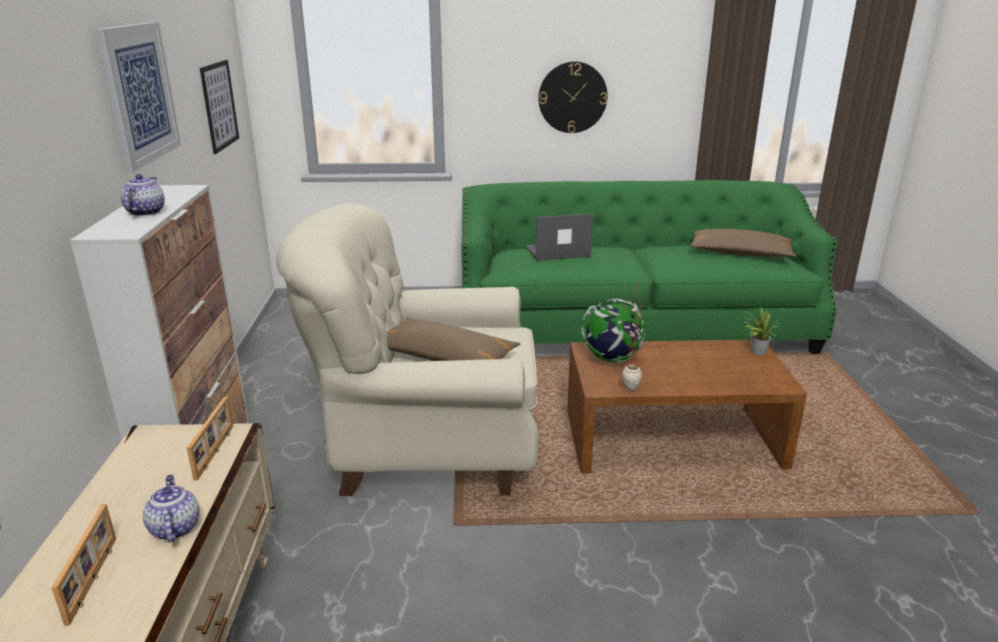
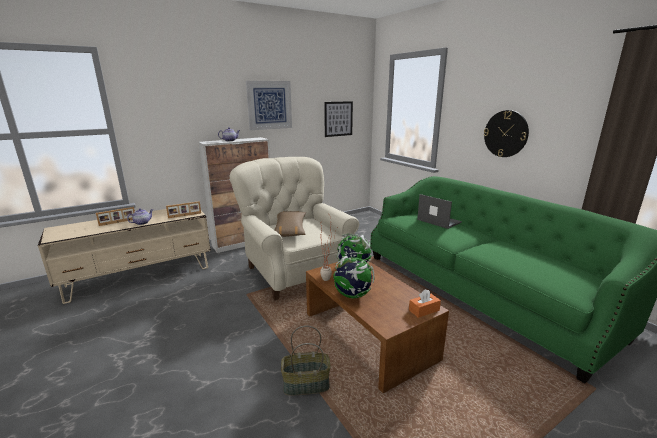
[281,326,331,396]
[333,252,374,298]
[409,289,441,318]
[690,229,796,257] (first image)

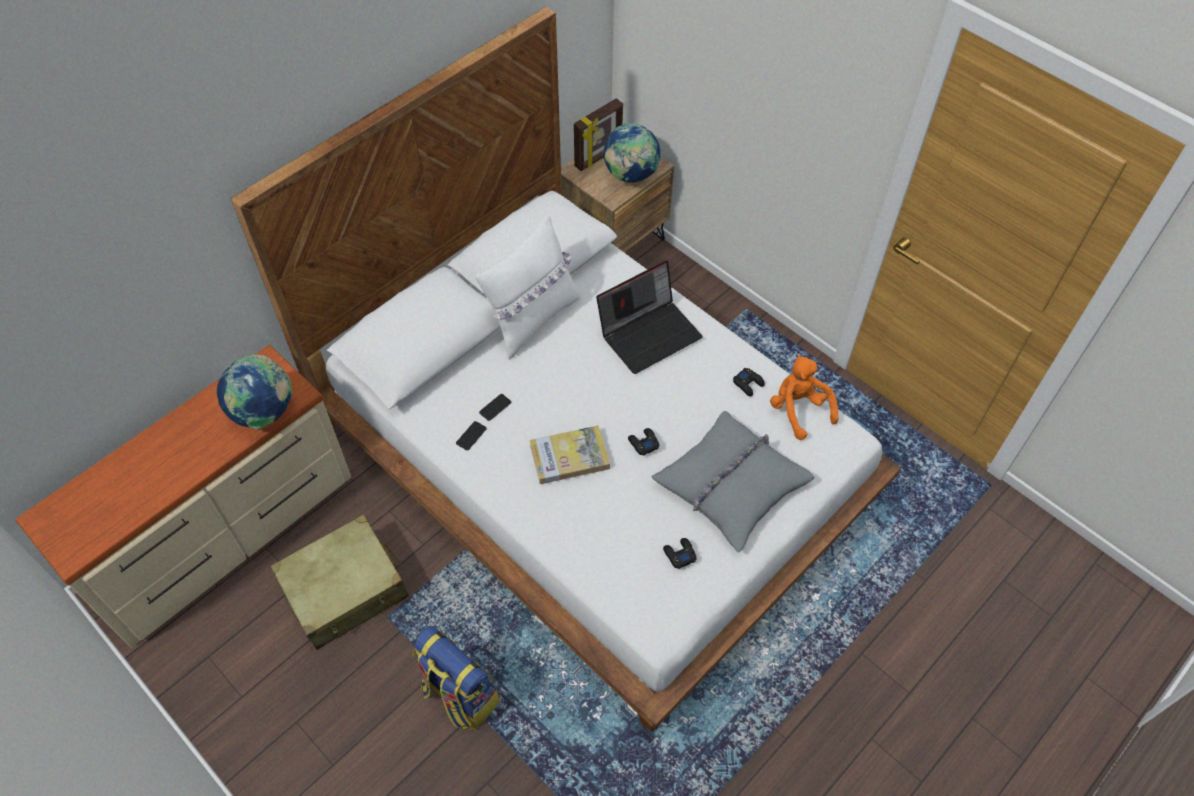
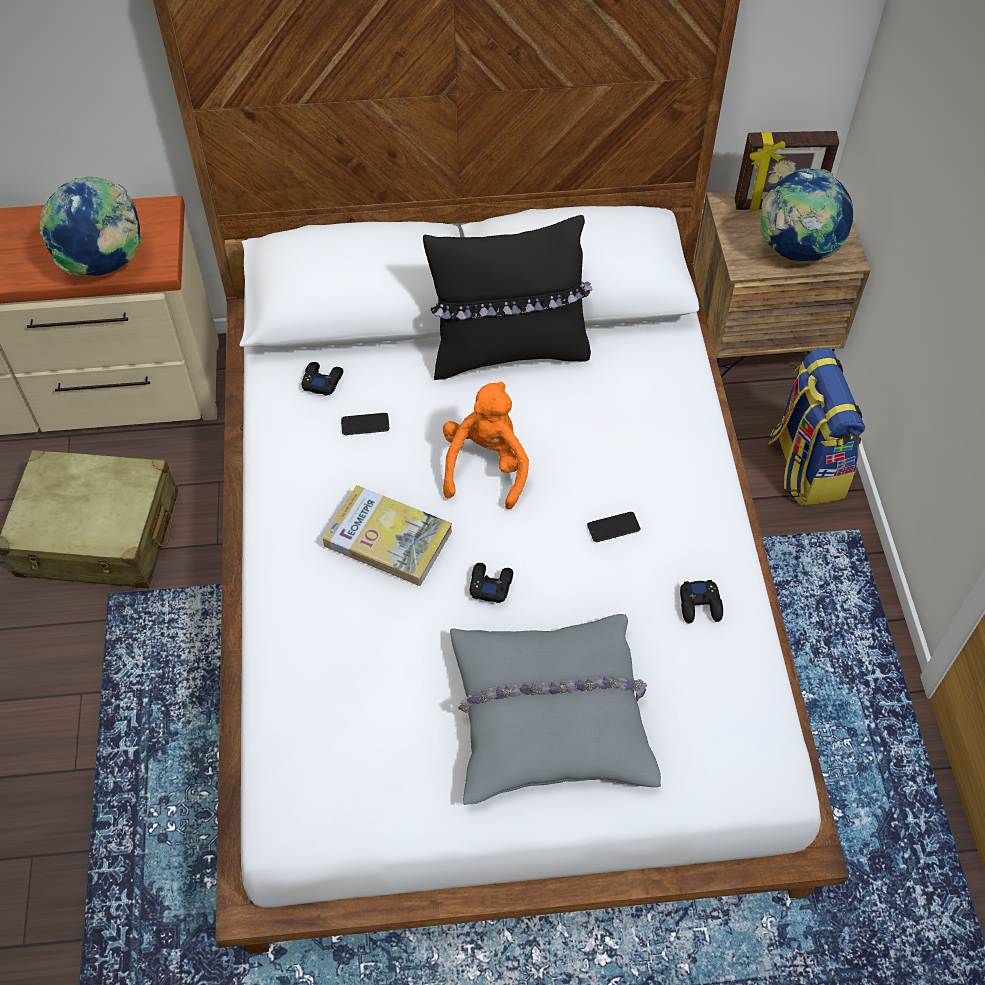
[302,362,343,396]
[423,215,592,380]
[443,381,529,510]
[587,512,640,542]
[768,348,865,506]
[596,261,703,374] (first image)

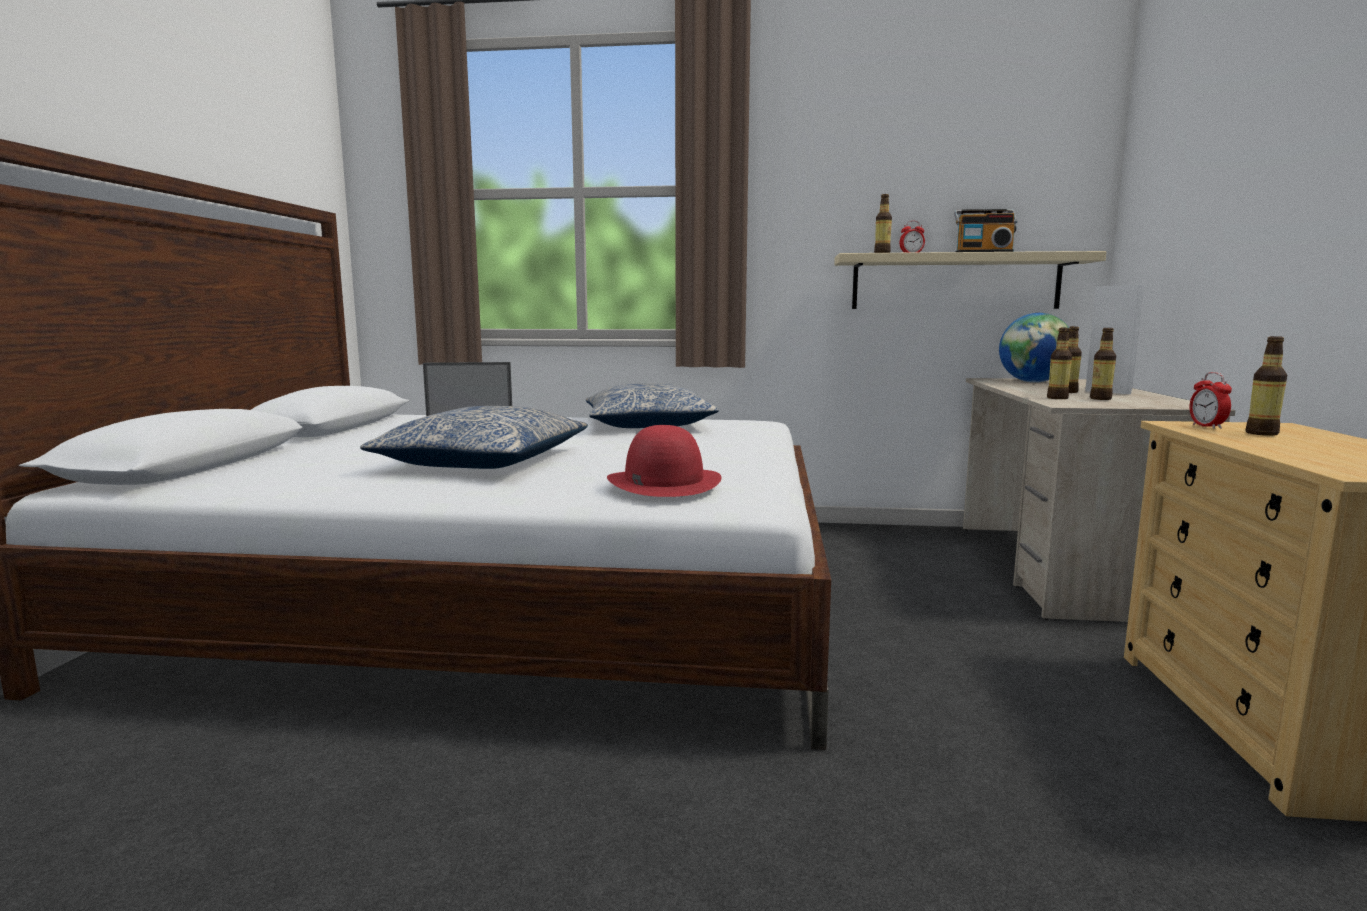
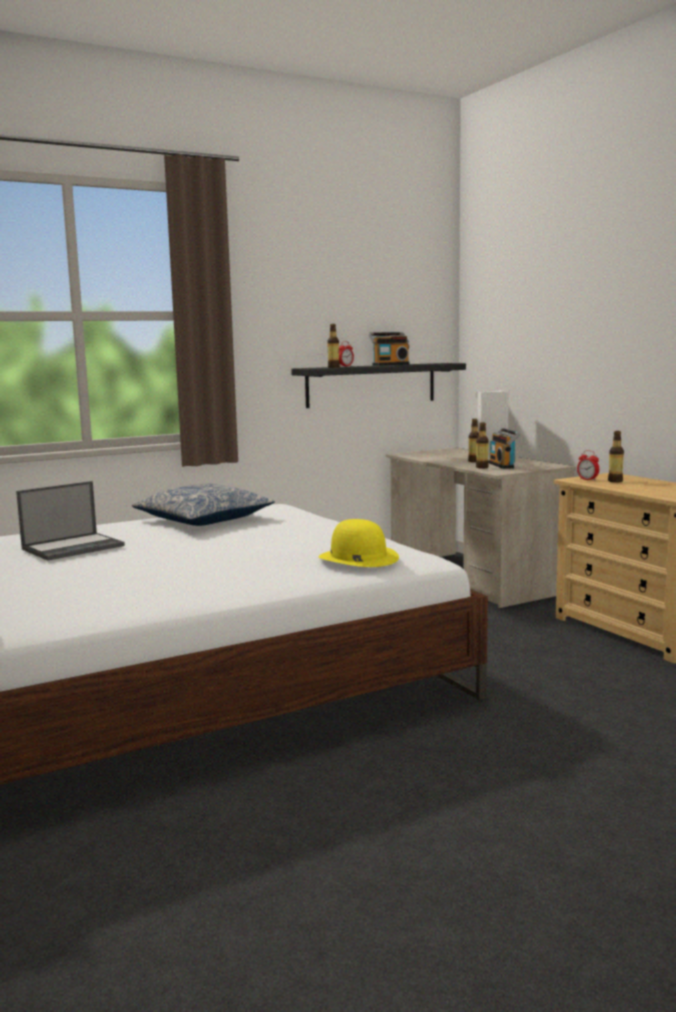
[291,363,466,408]
[318,519,399,567]
[488,428,520,469]
[360,406,588,469] (first image)
[999,313,1069,383] (first image)

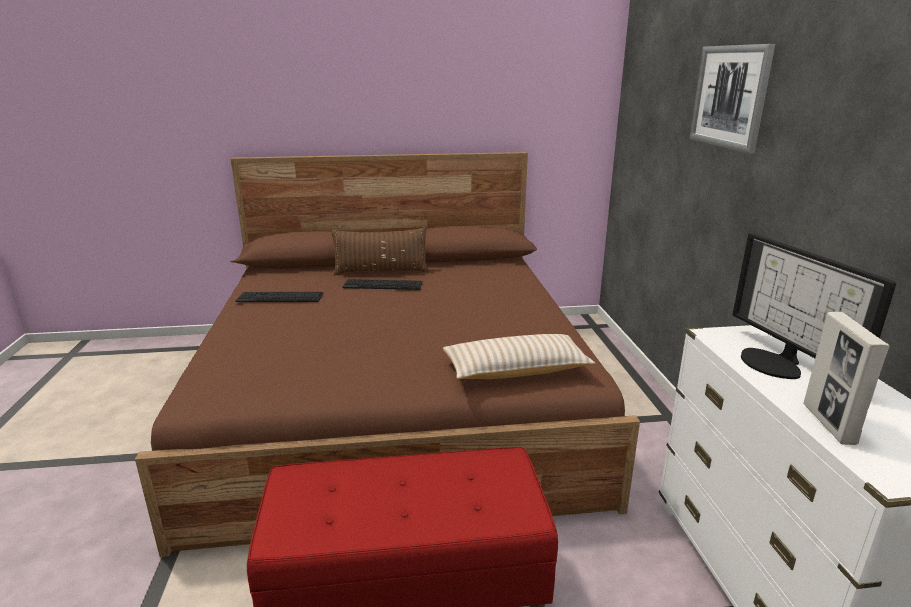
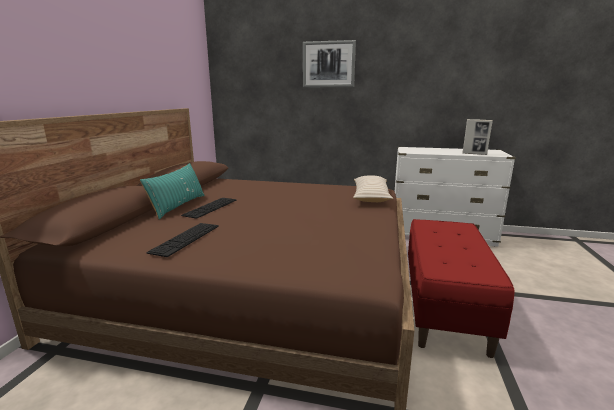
[140,163,205,219]
[732,233,896,379] (first image)

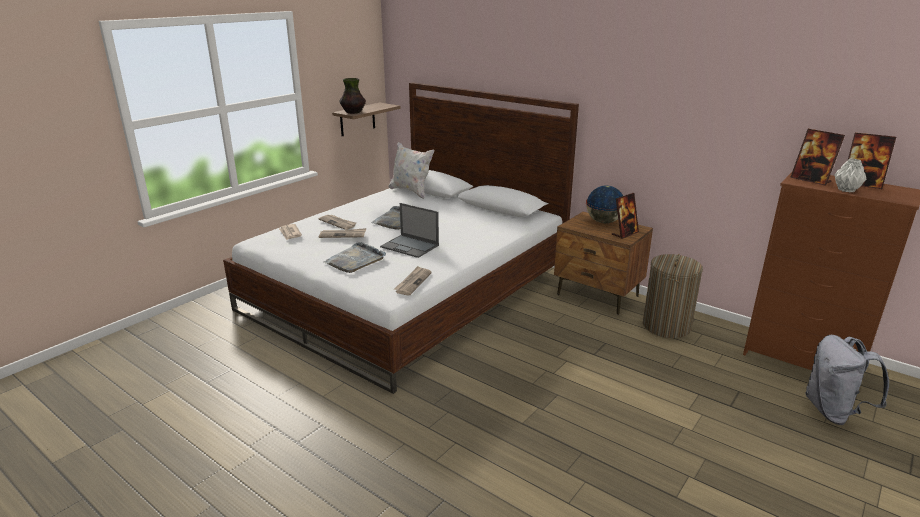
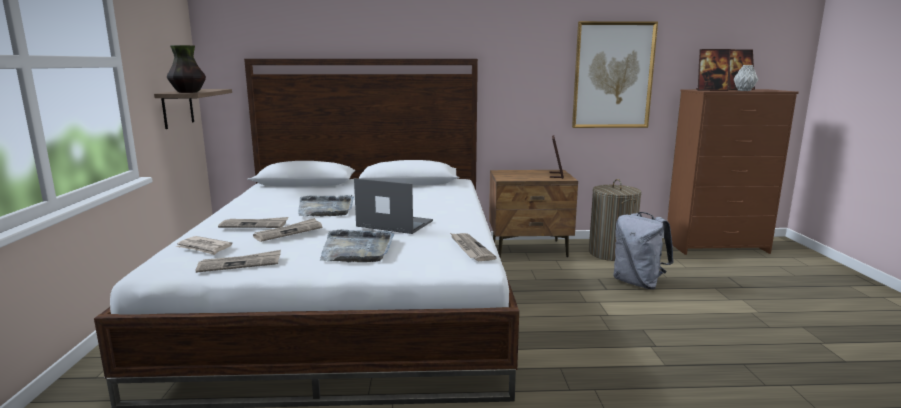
[196,250,281,273]
[354,178,433,234]
[572,21,658,128]
[613,212,674,289]
[388,142,434,199] (first image)
[586,185,623,223] (first image)

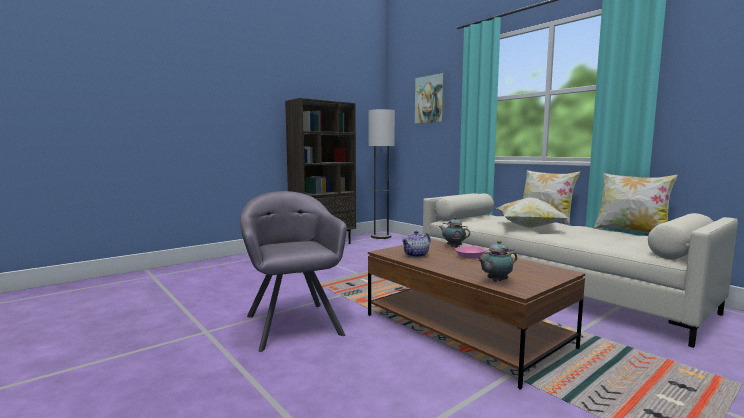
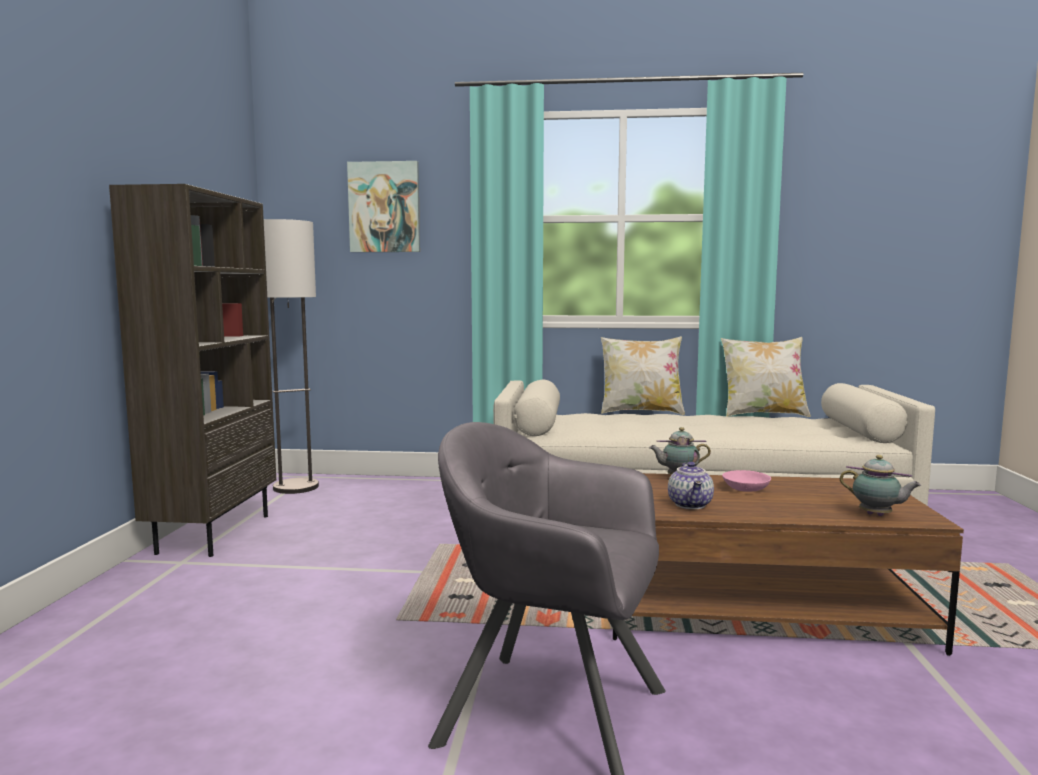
[840,455,921,516]
[497,197,568,228] (first image)

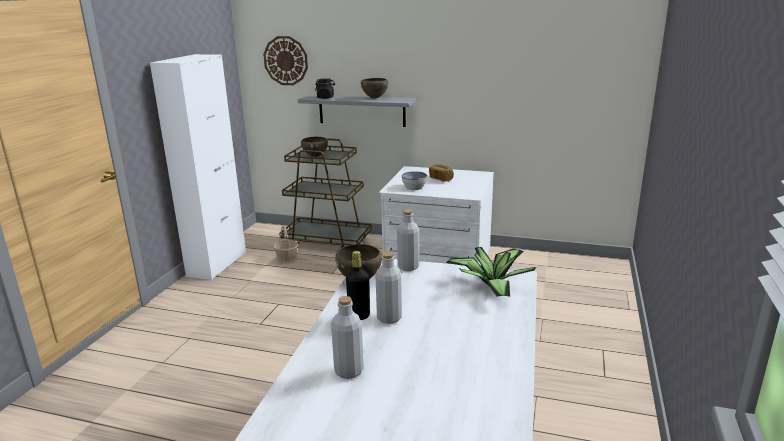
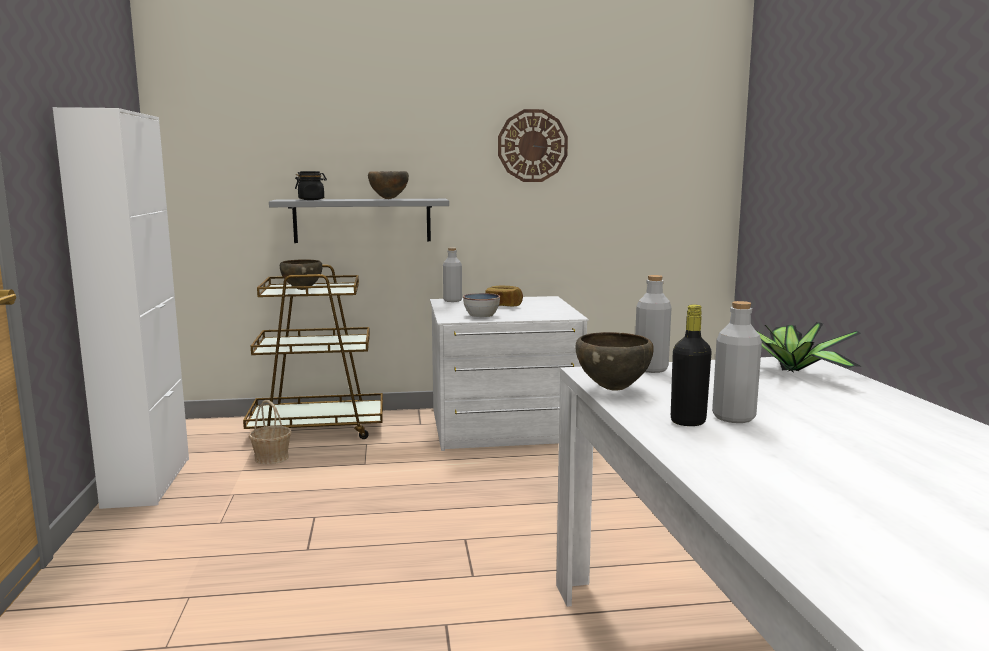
[443,248,462,302]
[498,109,568,182]

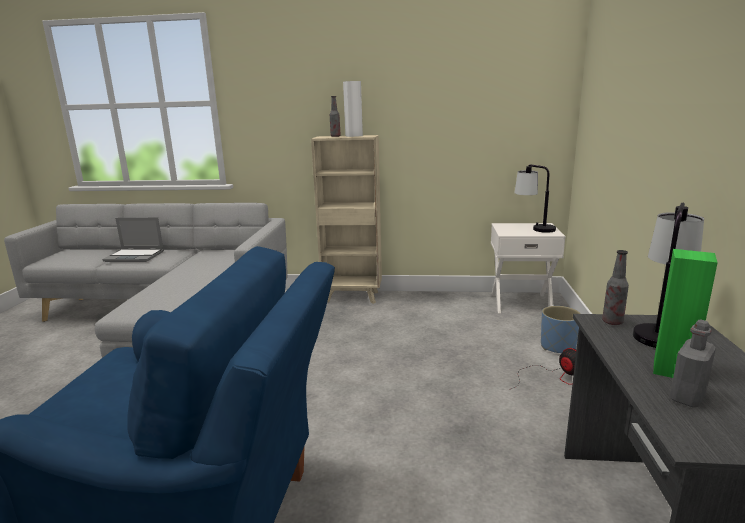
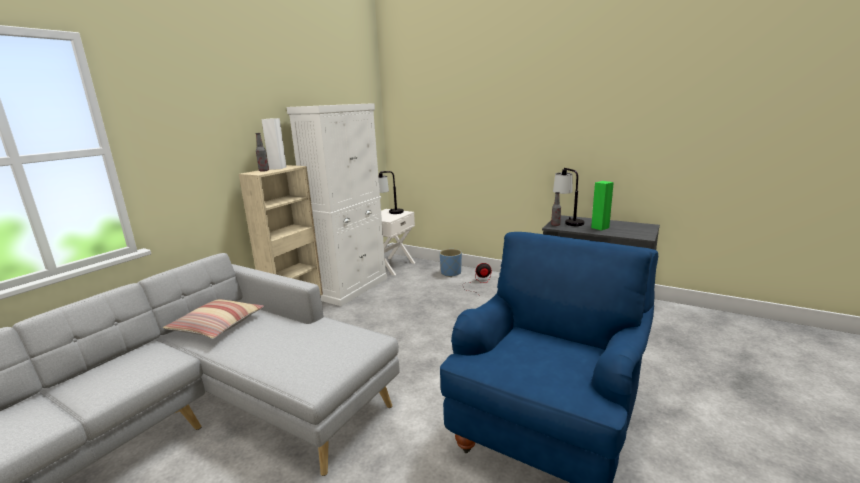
[163,299,264,339]
[286,103,387,306]
[102,217,164,262] (first image)
[670,320,716,408] (first image)

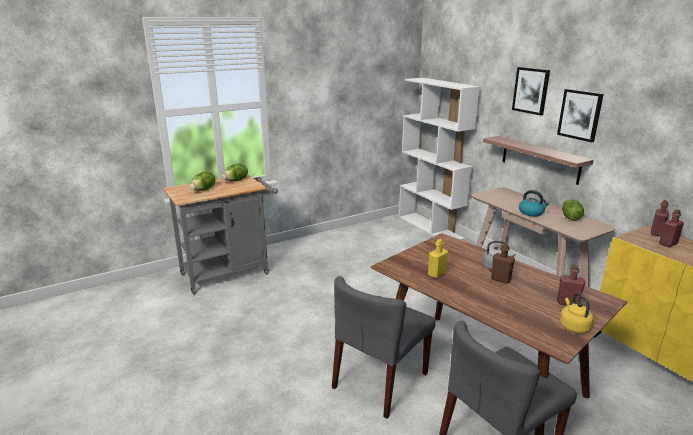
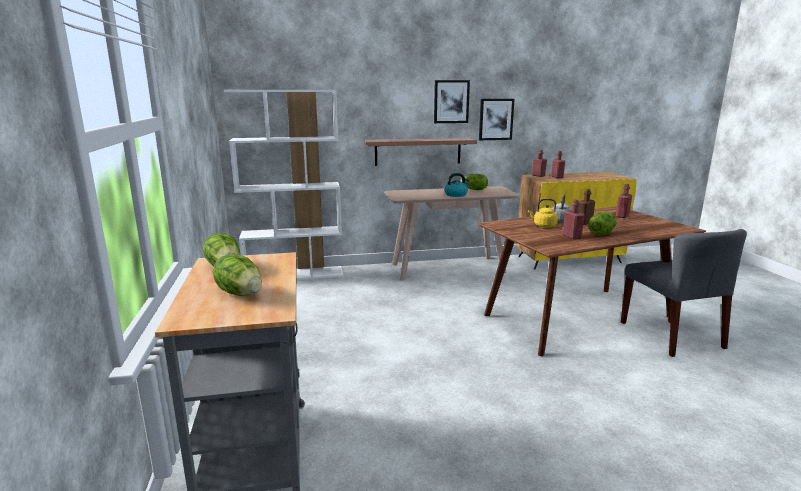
[479,99,515,140]
[528,198,558,228]
[563,199,584,239]
[588,211,616,235]
[332,276,436,419] (first image)

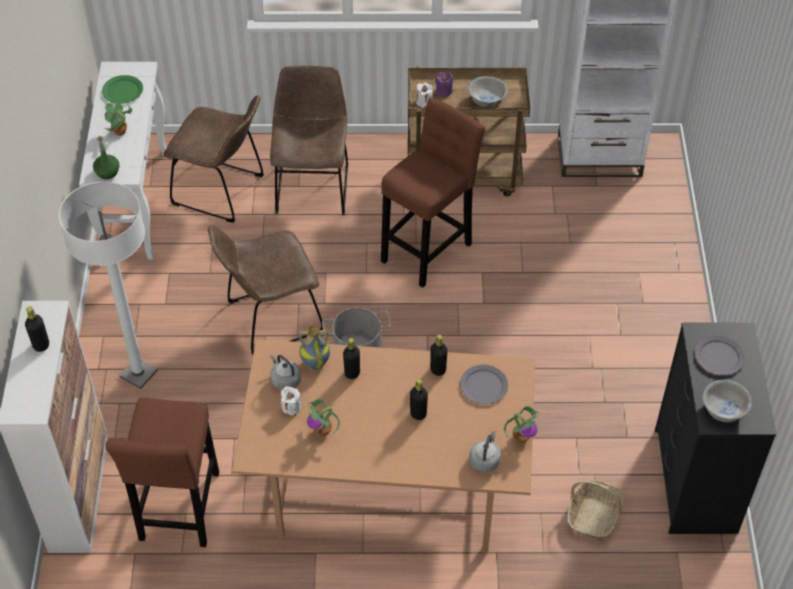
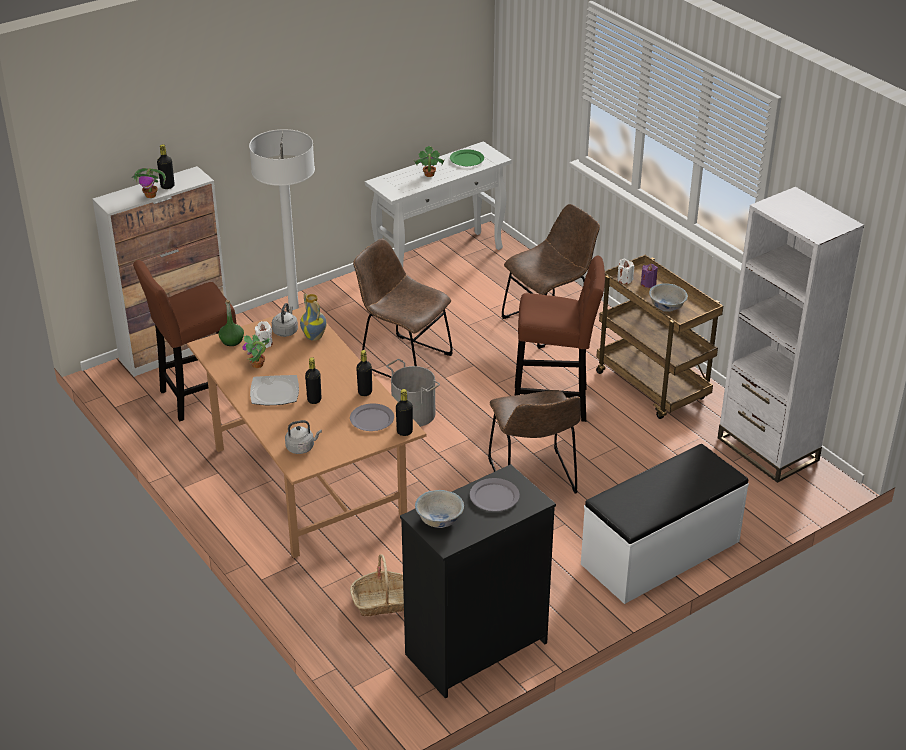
[131,168,166,198]
[218,300,244,346]
[250,375,299,405]
[396,389,413,436]
[488,390,581,494]
[581,444,749,604]

